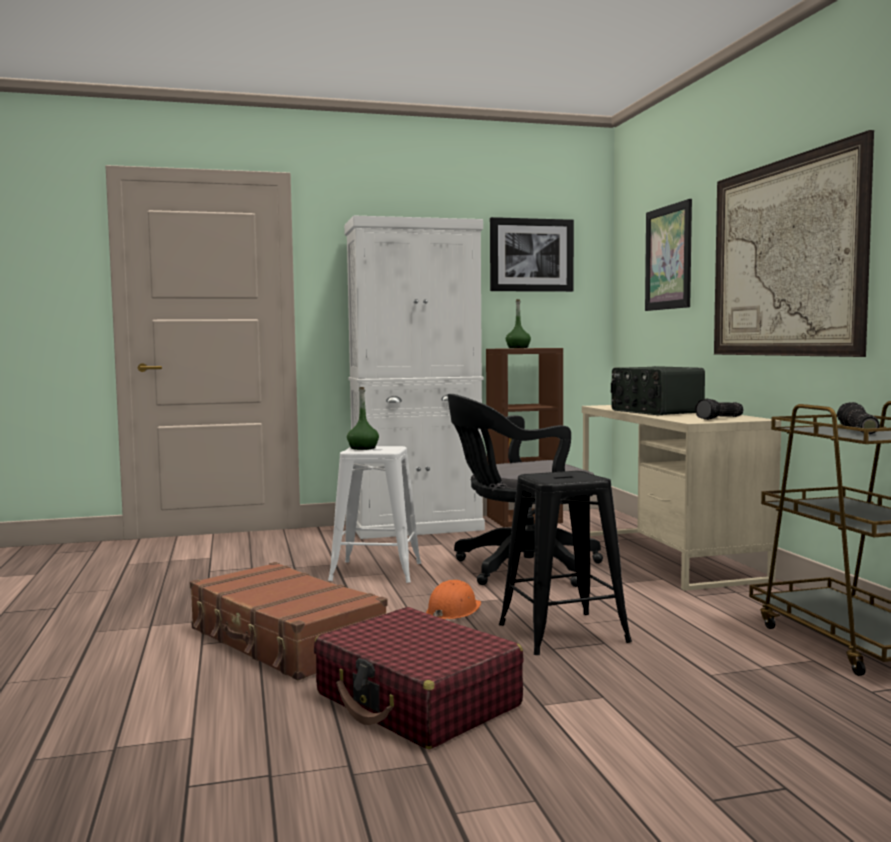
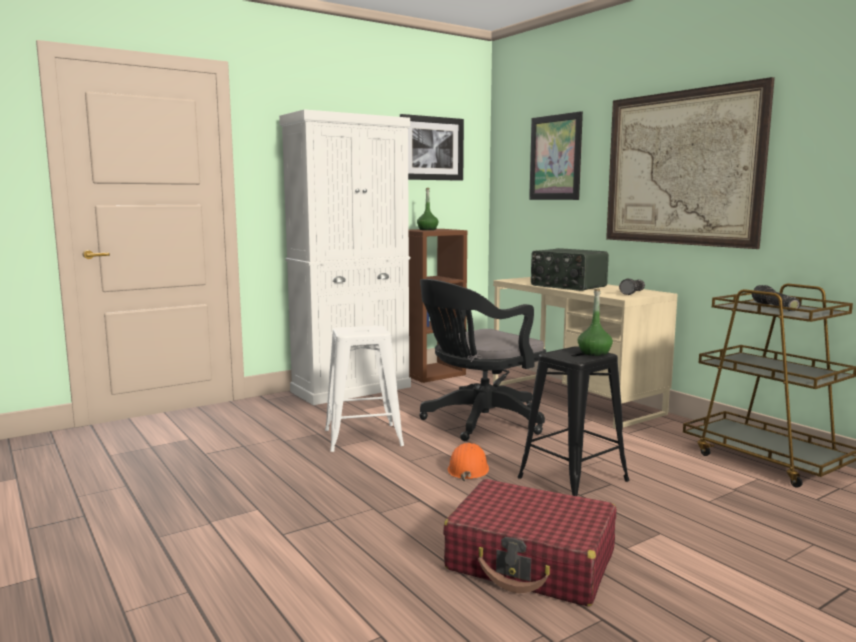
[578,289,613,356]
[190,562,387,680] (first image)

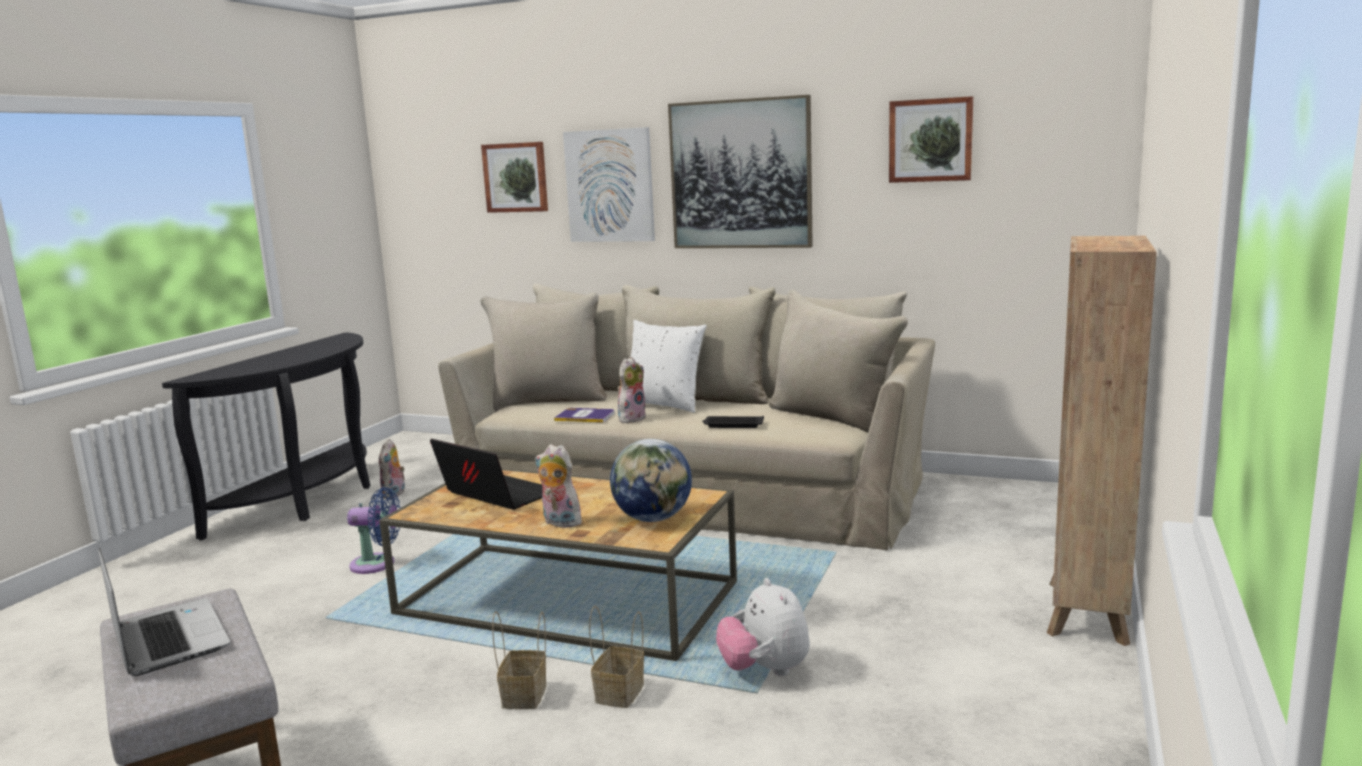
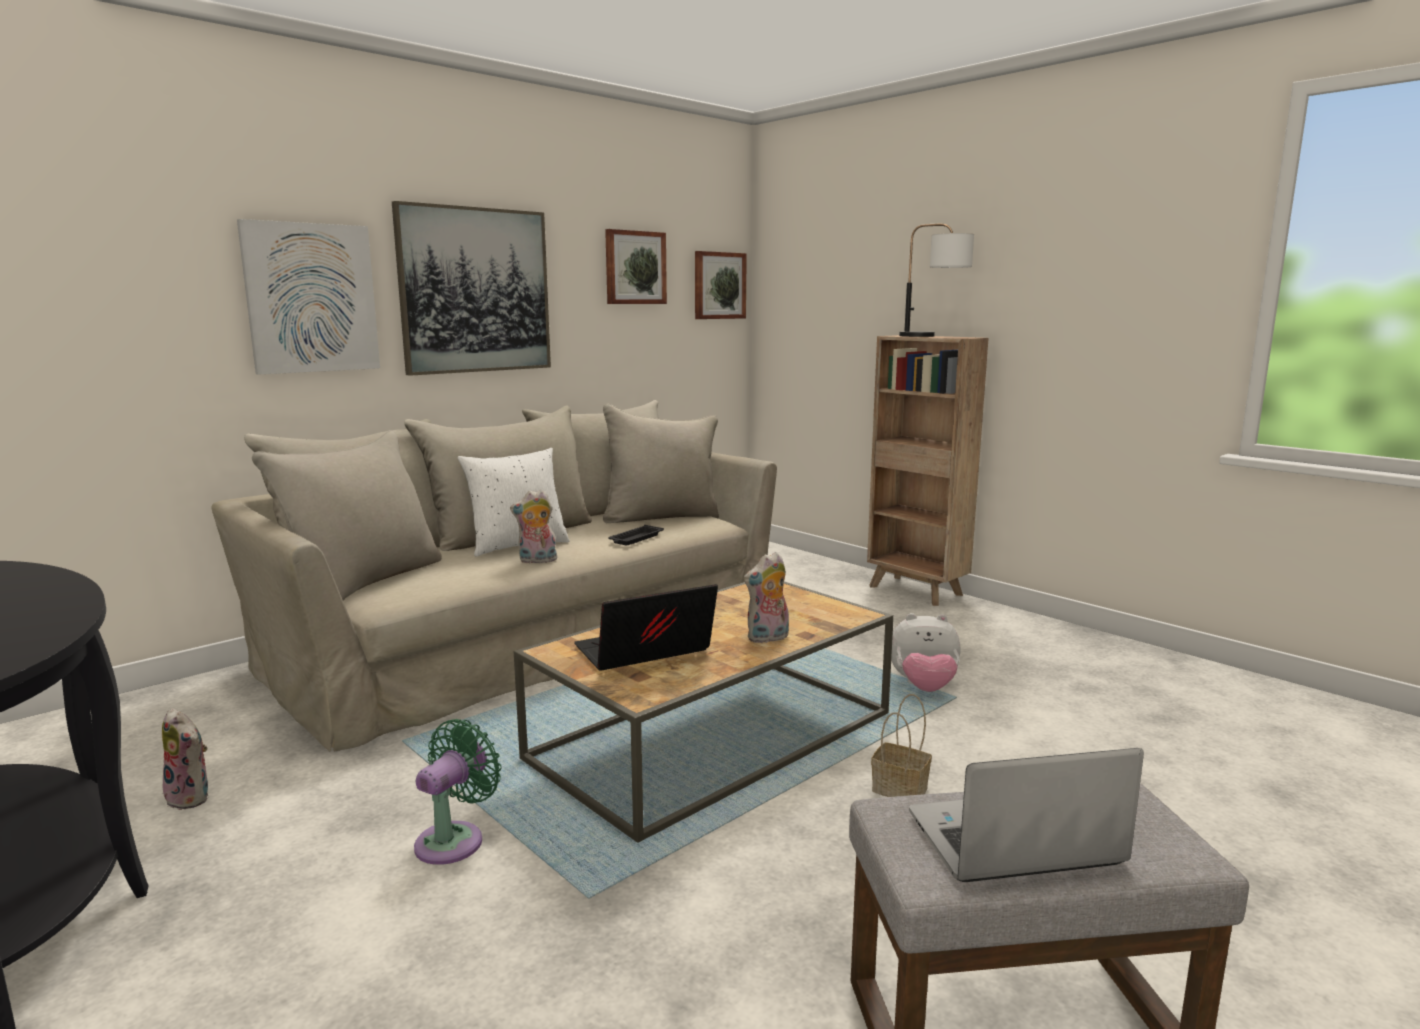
[414,719,502,865]
[510,489,557,564]
[695,251,747,319]
[899,224,974,337]
[554,408,615,423] (first image)
[589,606,644,708] (first image)
[610,439,692,522] (first image)

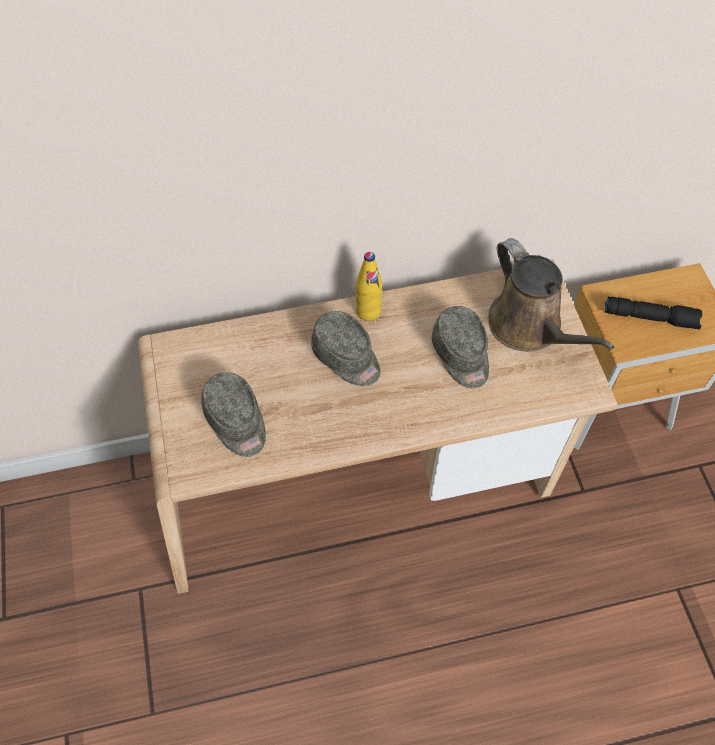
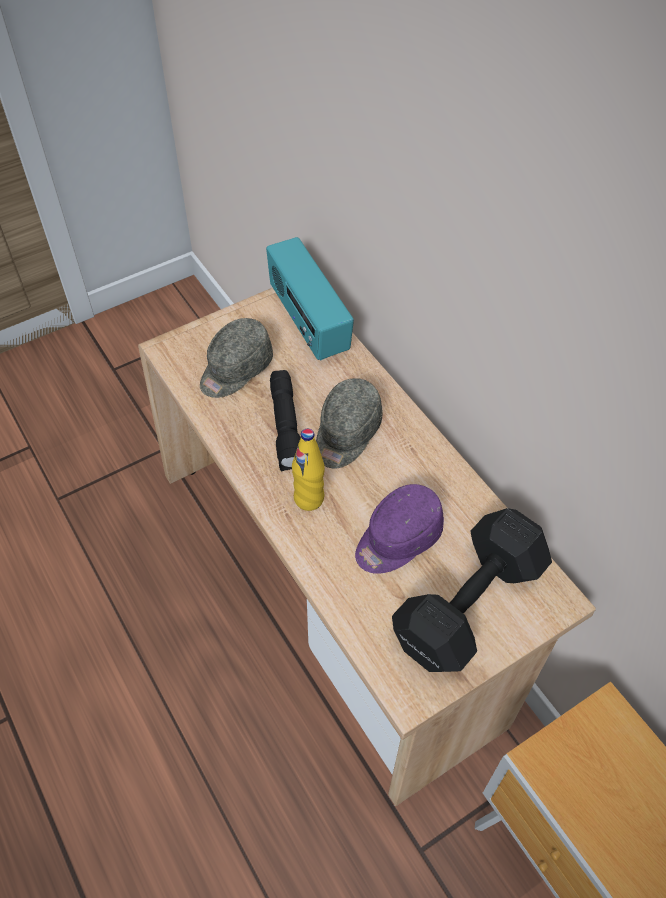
[266,237,354,361]
[270,370,301,471]
[292,429,325,511]
[355,484,444,574]
[392,508,552,672]

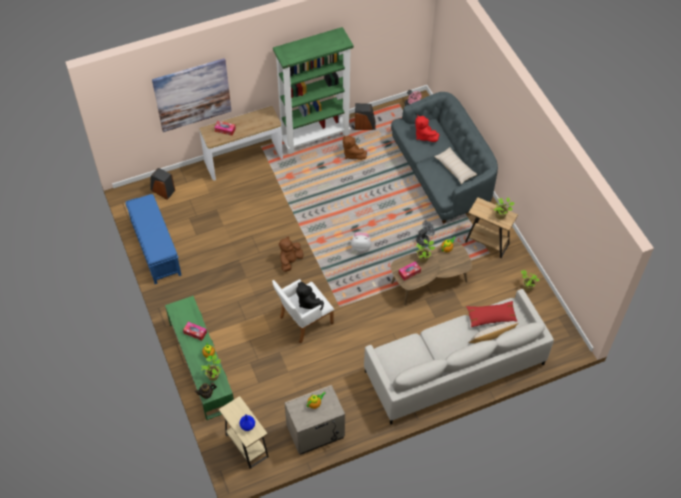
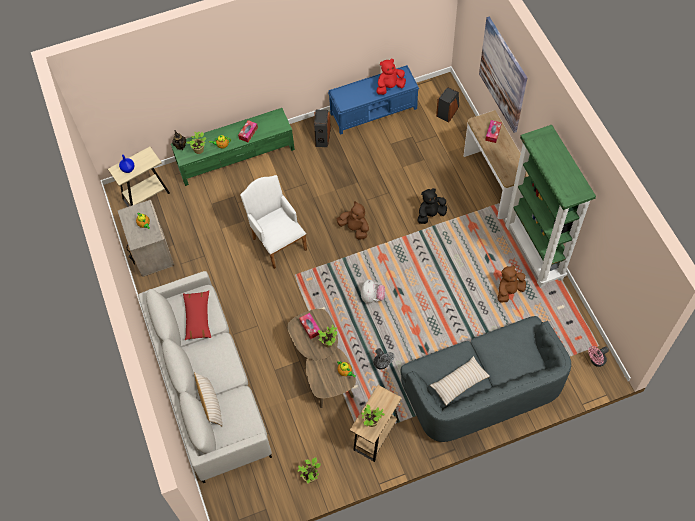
[183,291,211,340]
[314,110,331,147]
[376,59,406,95]
[418,188,447,224]

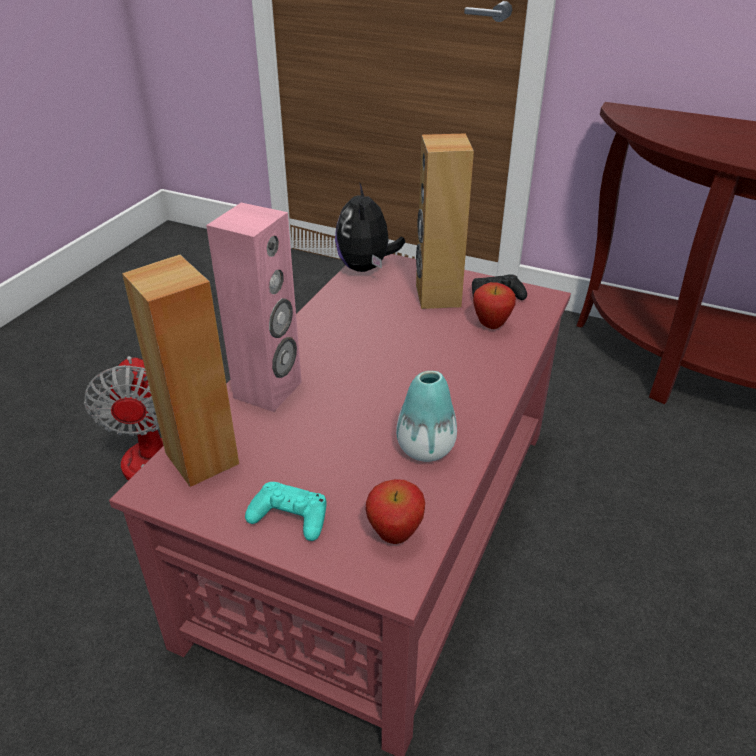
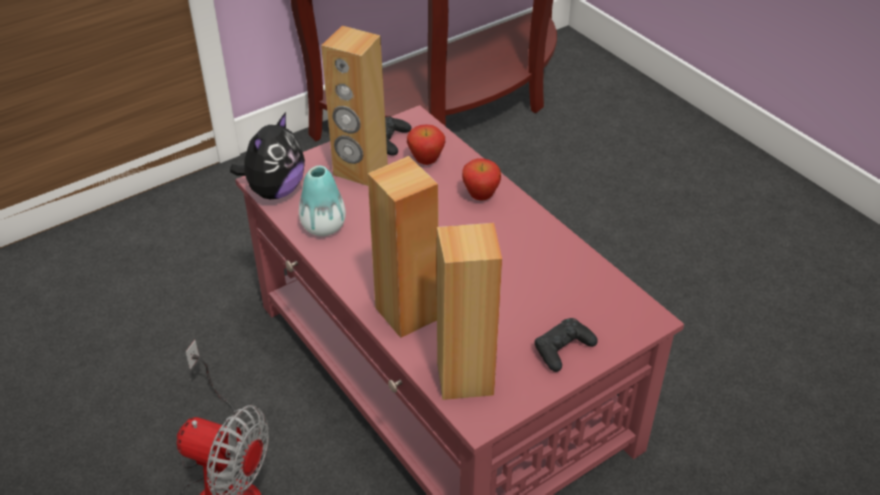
[230,112,305,199]
[299,166,346,236]
[368,156,438,338]
[462,158,501,200]
[534,318,598,372]

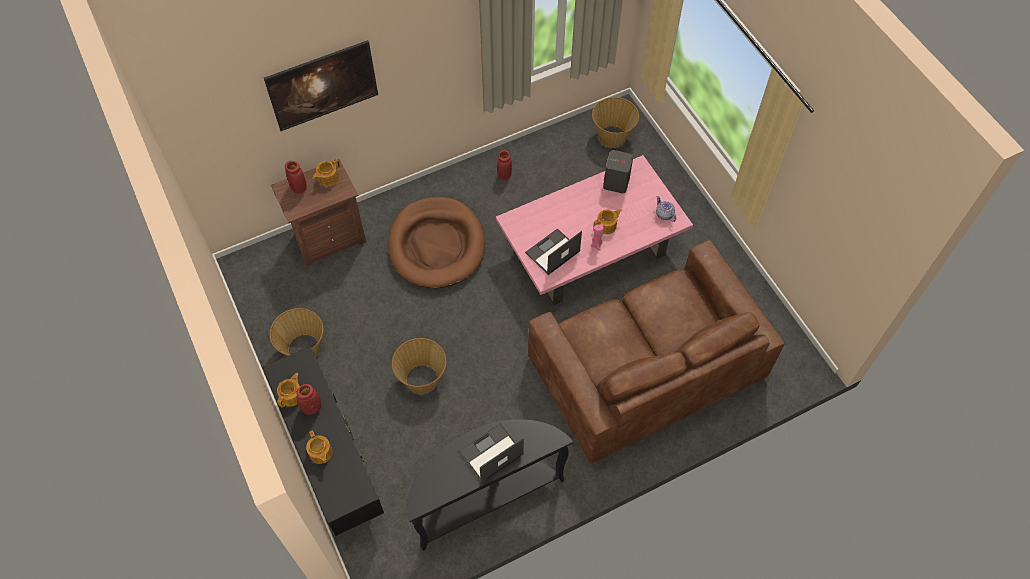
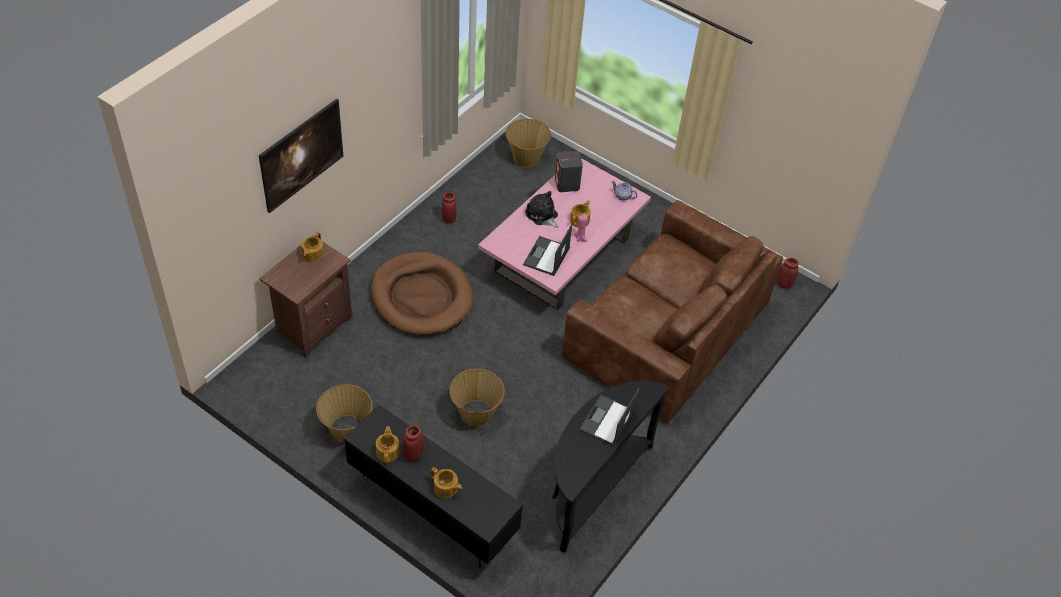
[525,191,558,228]
[777,258,799,289]

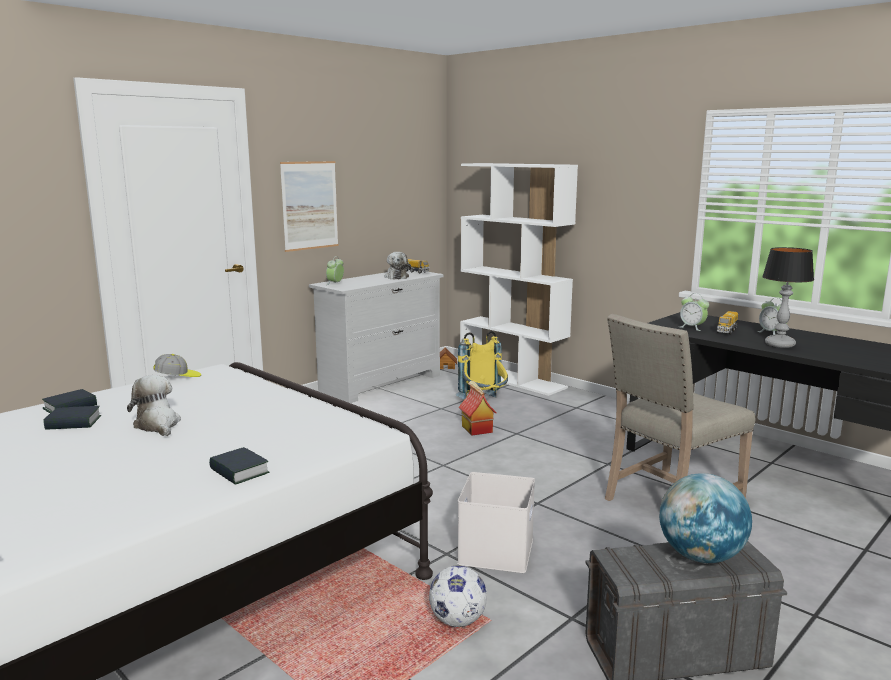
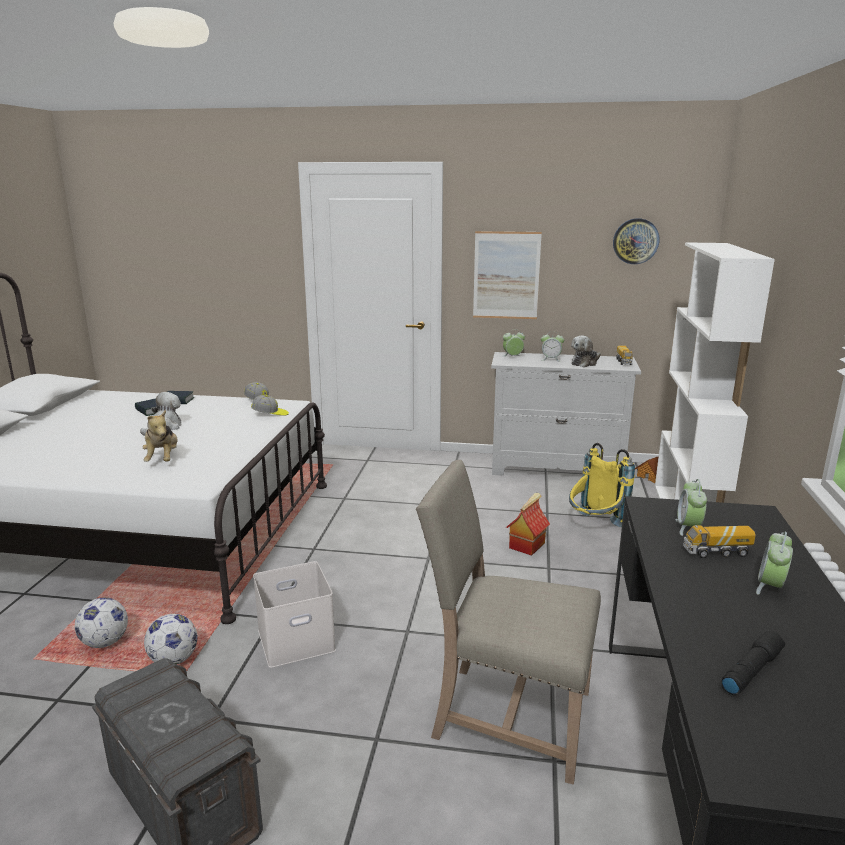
[75,598,128,648]
[143,410,178,462]
[251,395,289,416]
[541,331,564,361]
[613,218,659,264]
[721,631,785,695]
[209,447,269,485] (first image)
[659,473,752,563] (first image)
[762,247,814,348] (first image)

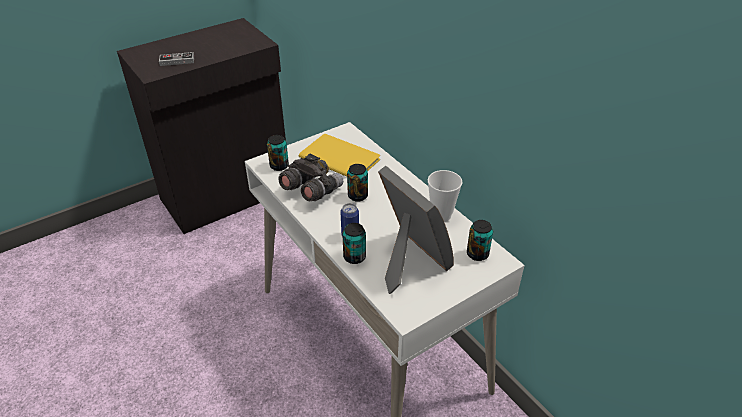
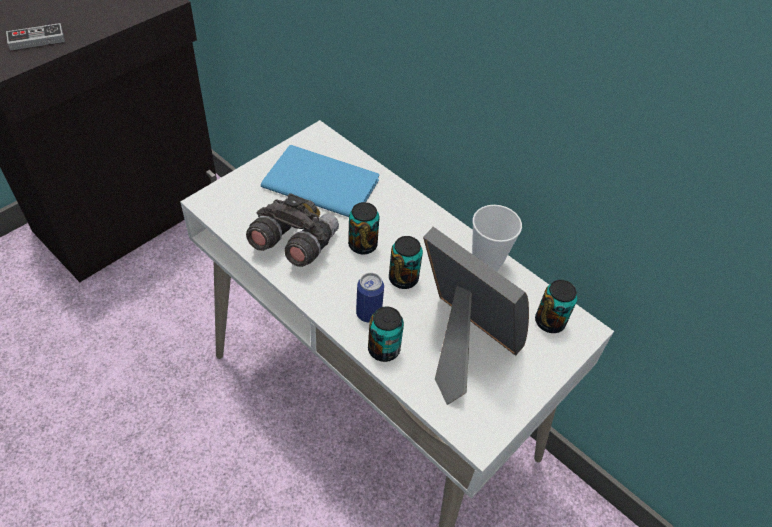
[261,145,379,217]
[389,236,423,289]

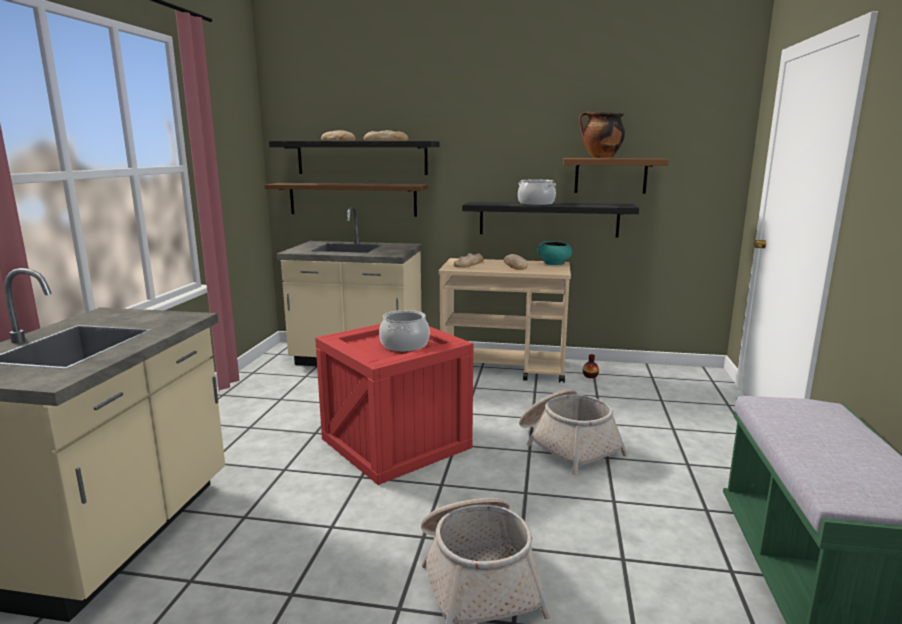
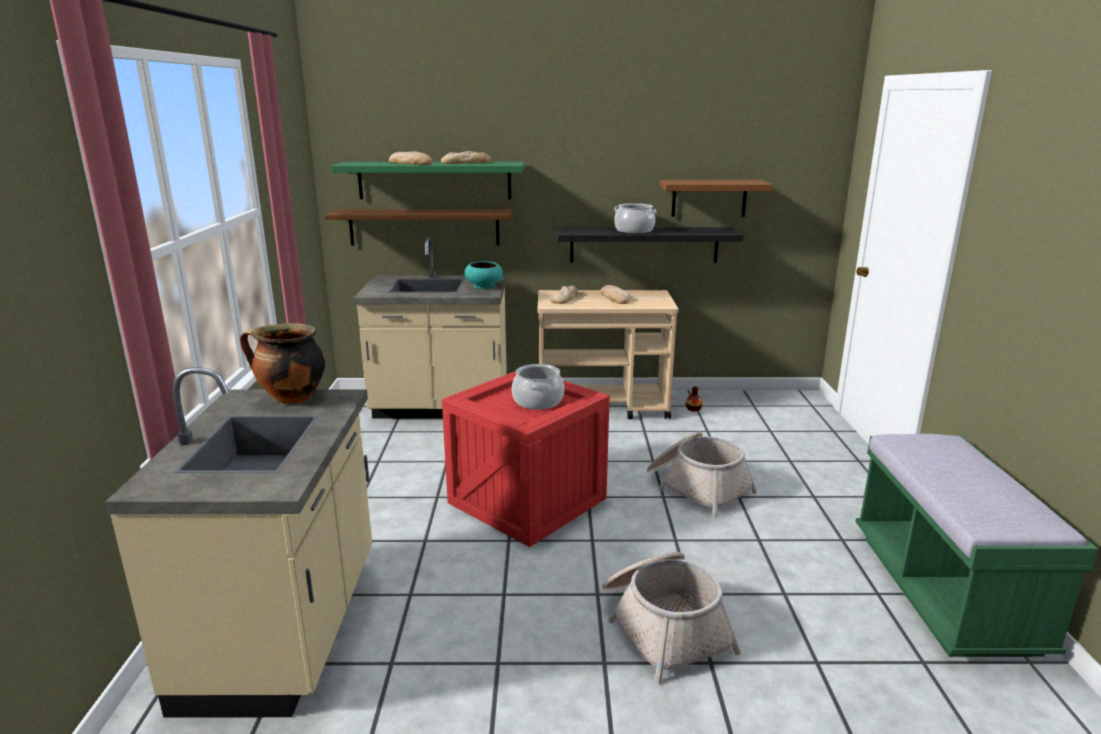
[240,323,325,404]
[331,162,525,199]
[464,261,503,289]

